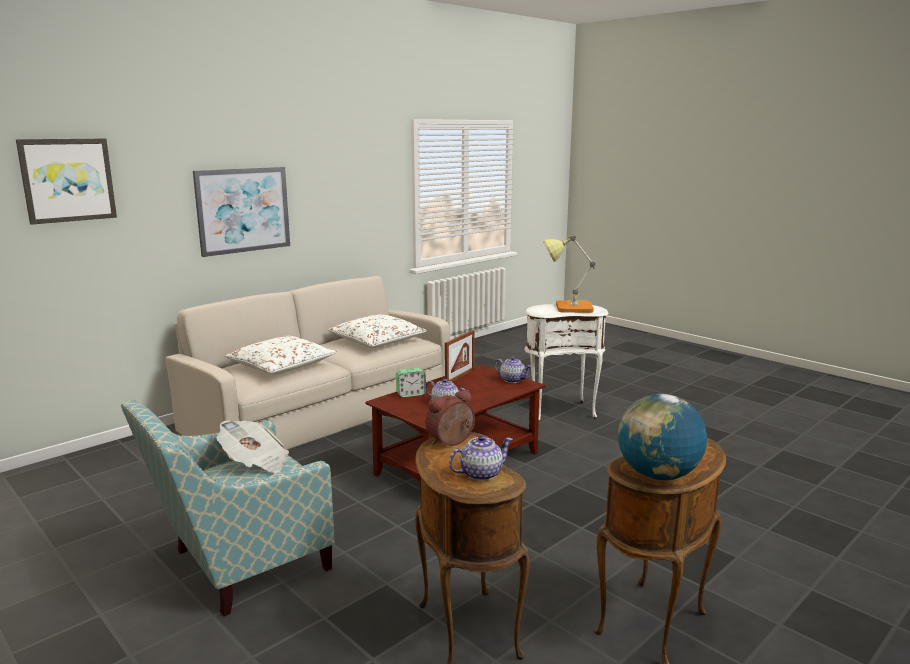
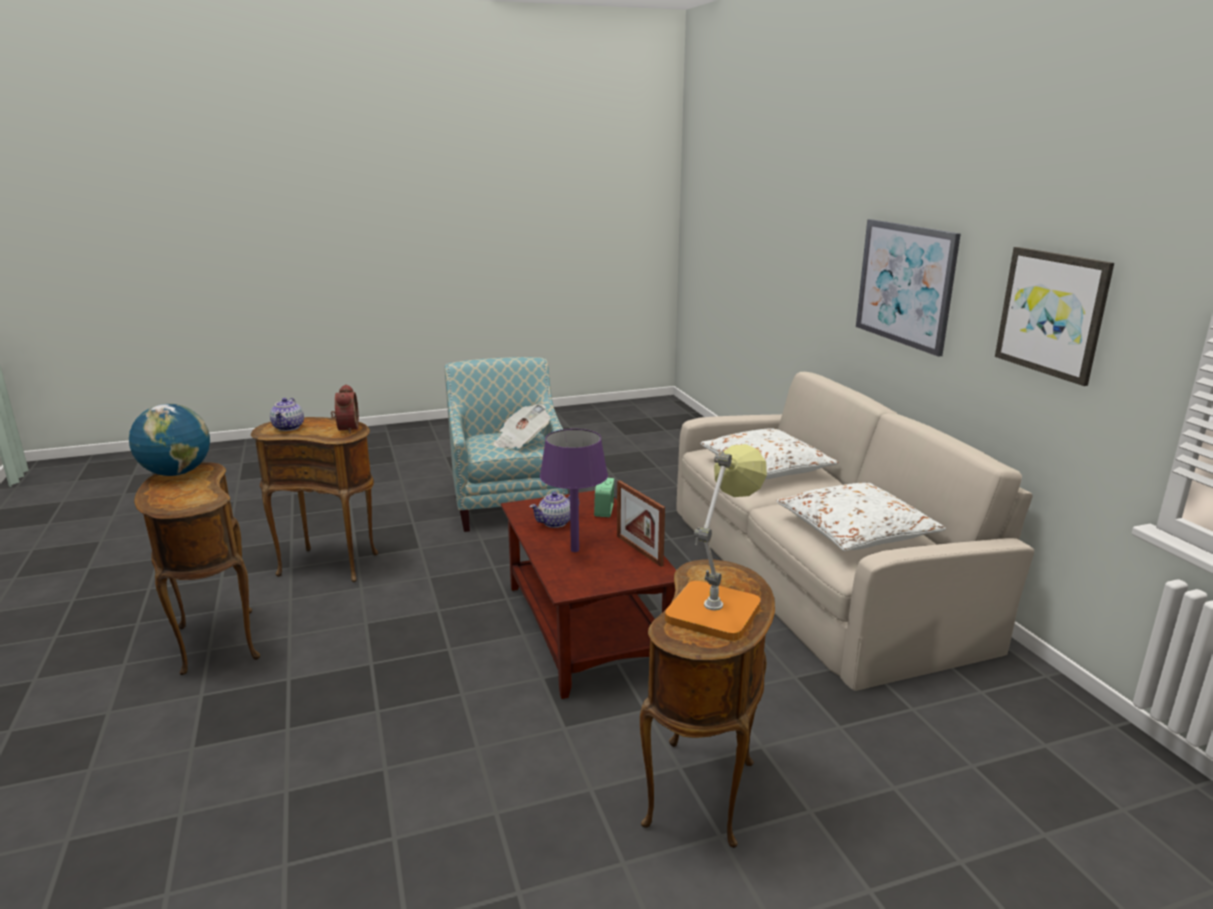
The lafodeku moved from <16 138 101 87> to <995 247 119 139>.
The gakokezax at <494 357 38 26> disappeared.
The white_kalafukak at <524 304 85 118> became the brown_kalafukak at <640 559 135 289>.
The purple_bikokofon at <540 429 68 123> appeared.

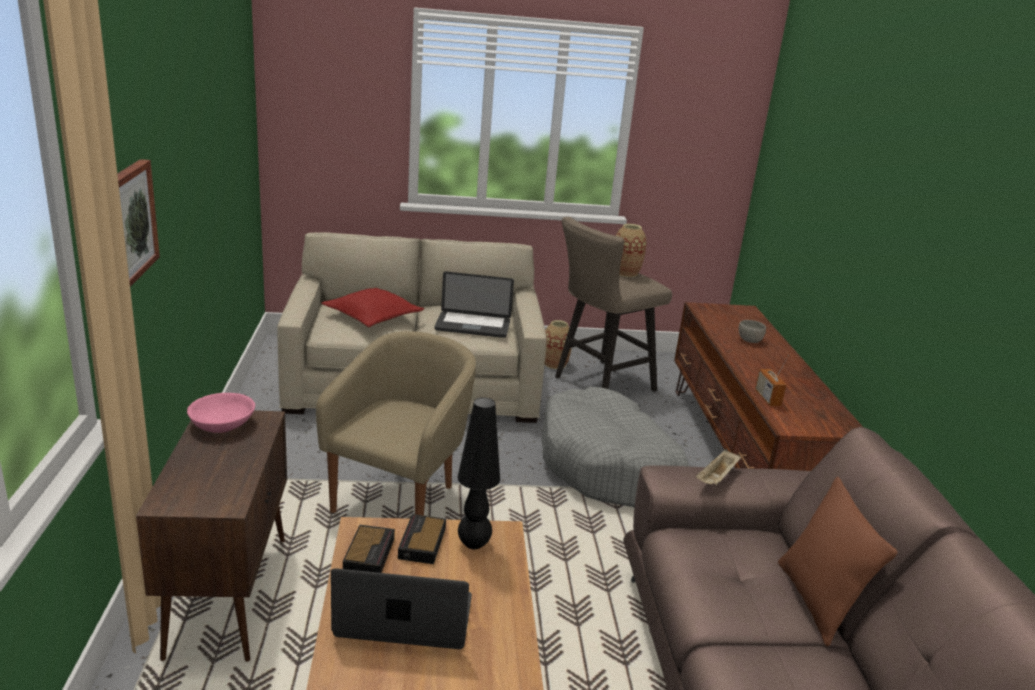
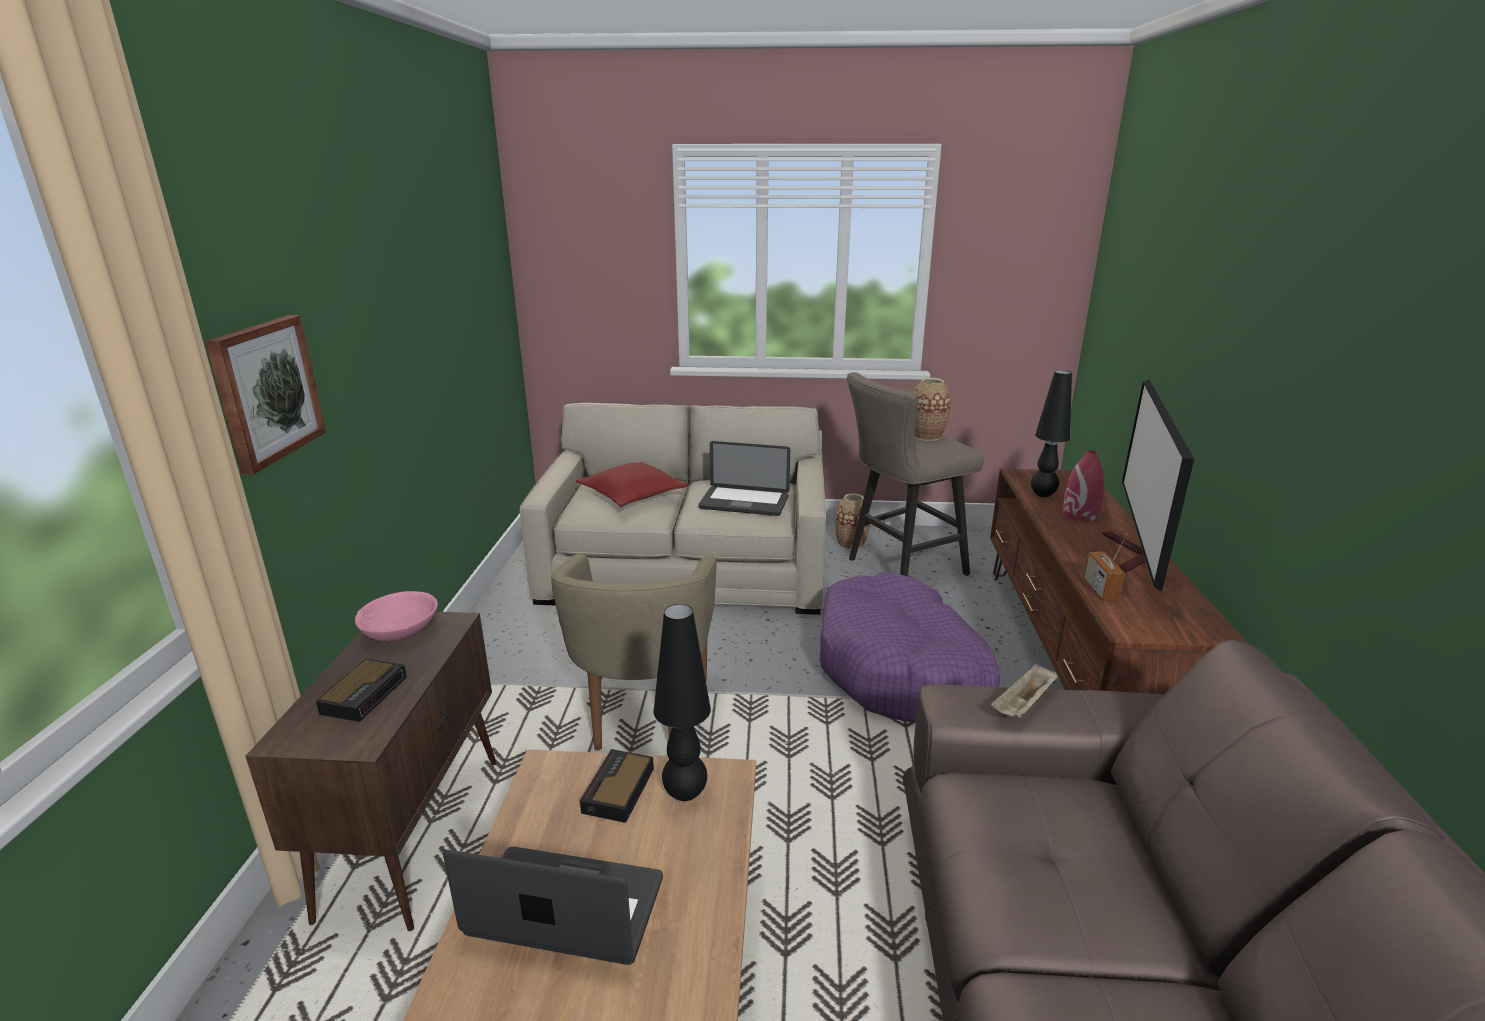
The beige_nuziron at <316 331 160 185> turned 150 degrees clockwise.
The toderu moved from <343 525 52 48> to <316 659 91 63>.
The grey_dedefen at <542 387 148 120> became the purple_dedefen at <819 572 181 151>.
The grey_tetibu at <739 320 27 23> was replaced by the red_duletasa at <1062 450 42 71>.
The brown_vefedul at <778 476 120 171> disappeared.
The black_bikokofon at <1031 370 41 127> appeared.
The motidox at <1103 379 91 213> appeared.

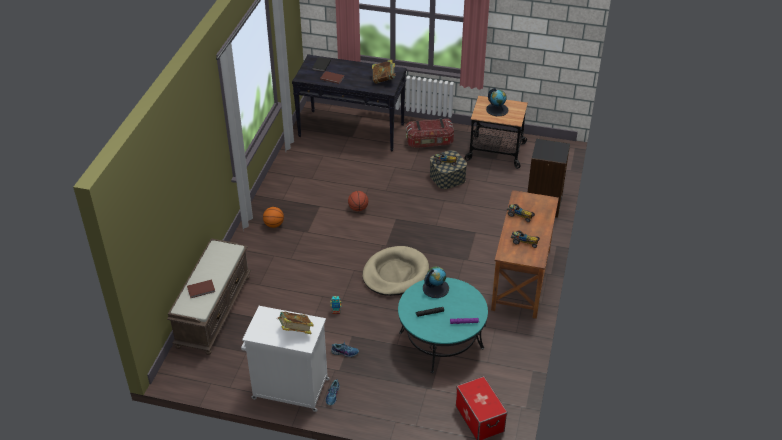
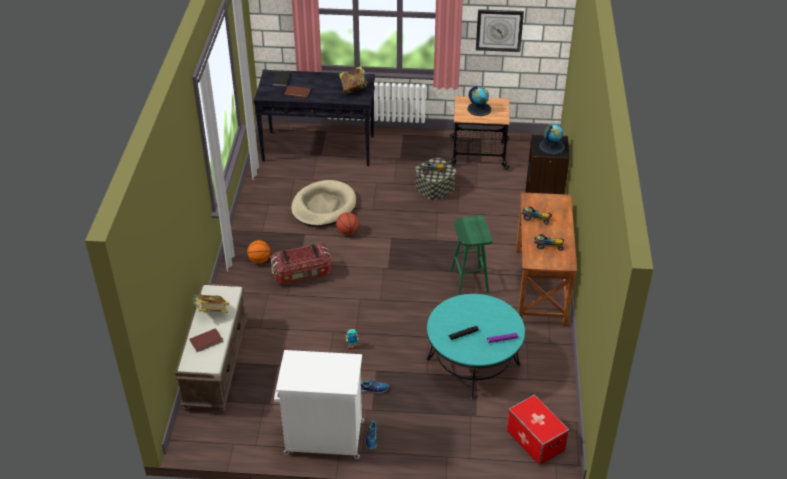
The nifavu moved from <277 312 37 22> to <192 294 37 19>.
The beige_dedefen moved from <362 246 67 50> to <291 180 65 47>.
The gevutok moved from <406 118 48 30> to <271 243 60 42>.
The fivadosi moved from <423 266 26 32> to <539 124 26 31>.
The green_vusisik at <450 215 43 80> appeared.
The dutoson at <476 9 48 43> appeared.

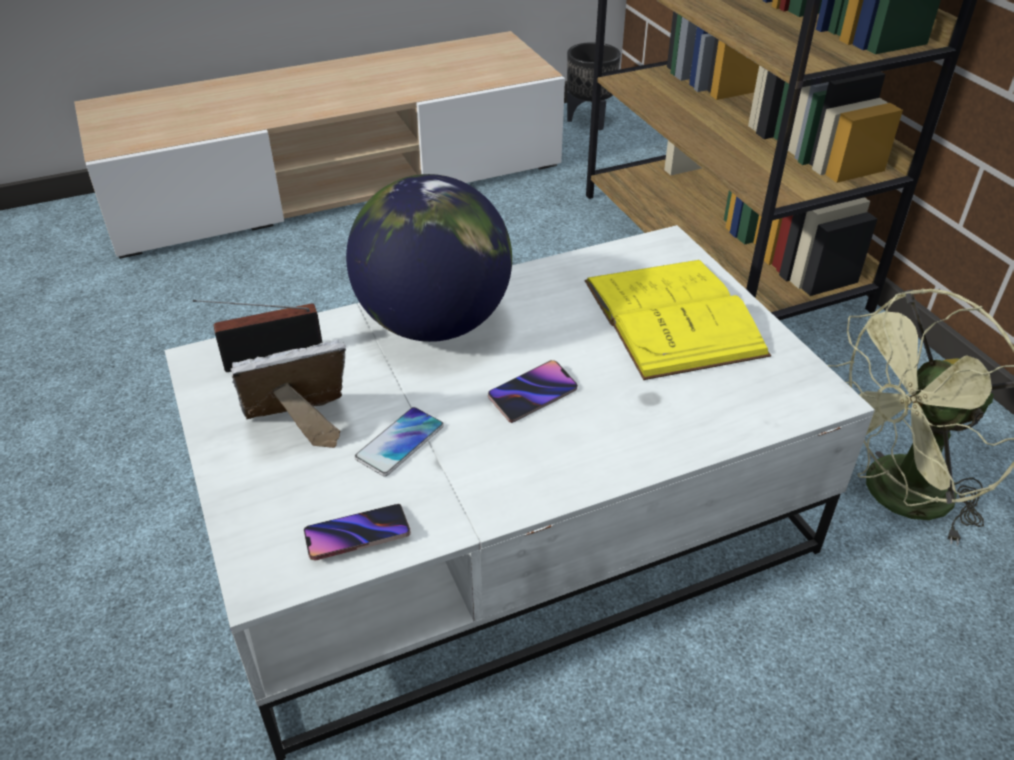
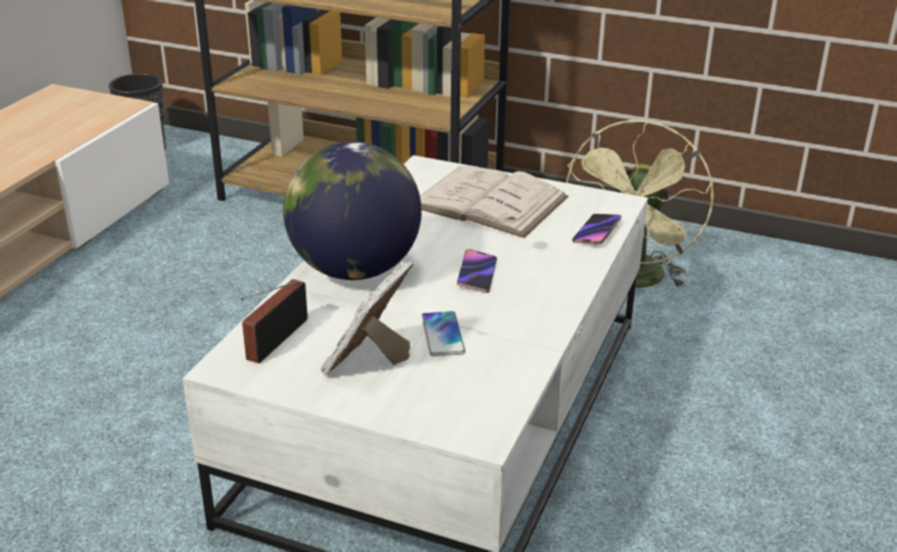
The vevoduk moved from <304 504 107 57> to <572 214 49 30>.
The yellow_nifavu at <585 260 186 120> became the white_nifavu at <420 166 148 72>.

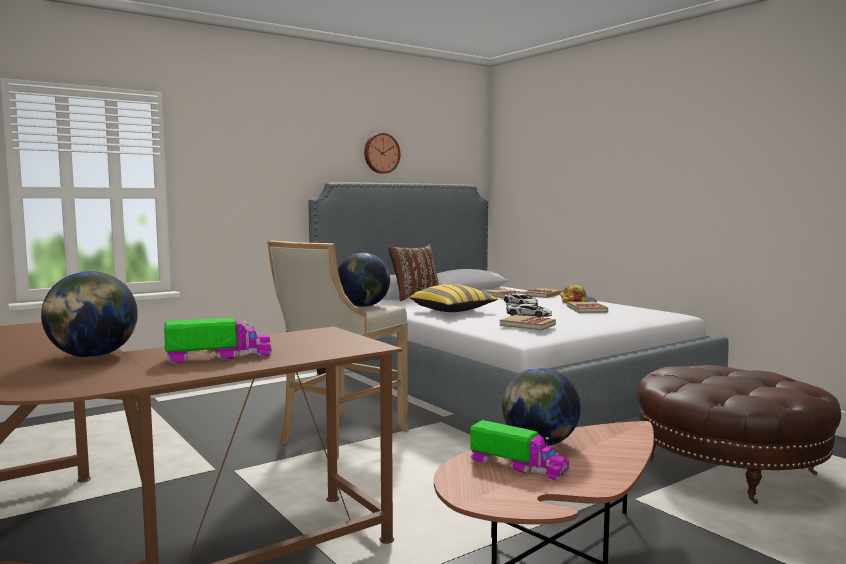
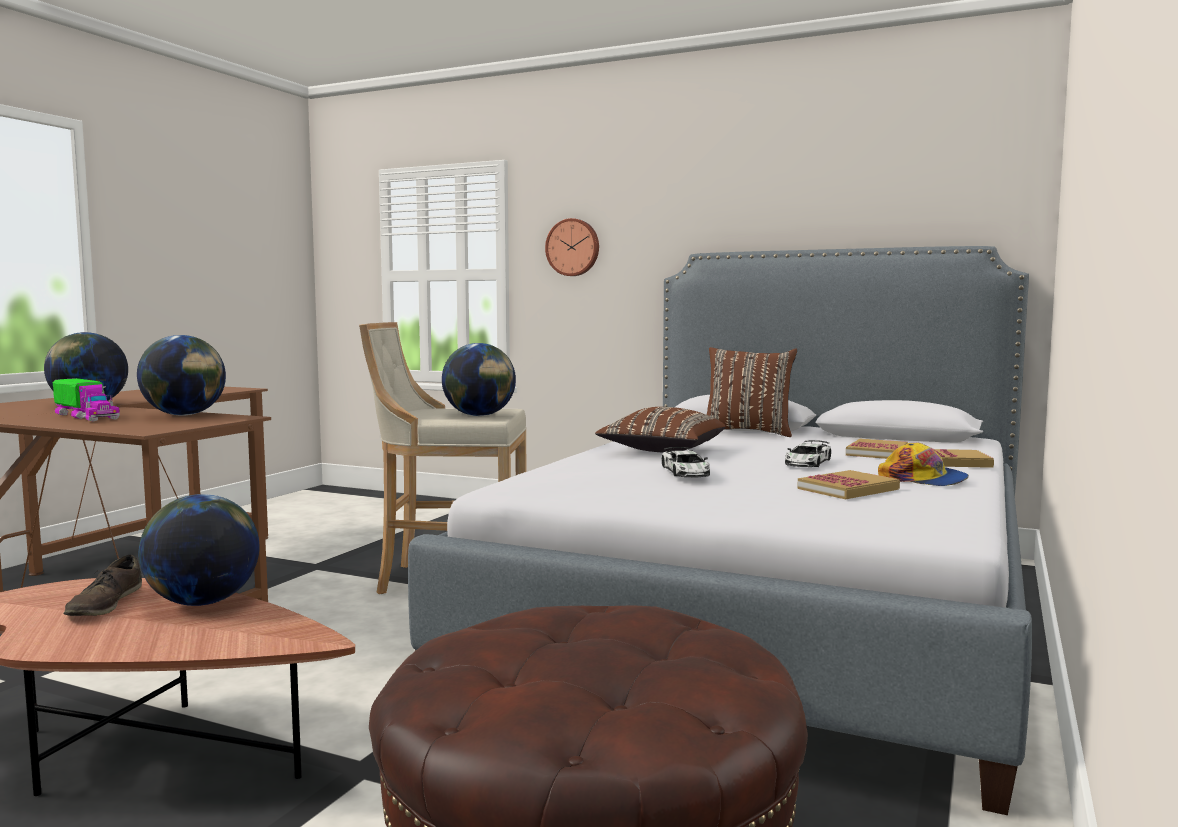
The dutoson moved from <364 133 37 41> to <545 218 54 58>.
The yellow_vefedul at <410 284 88 28> became the brown_vefedul at <595 407 130 45>.
The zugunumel at <470 420 100 61> was replaced by the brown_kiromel at <64 555 78 61>.
The nifavu at <500 315 56 15> disappeared.
The fivadosi at <137 335 89 81> appeared.

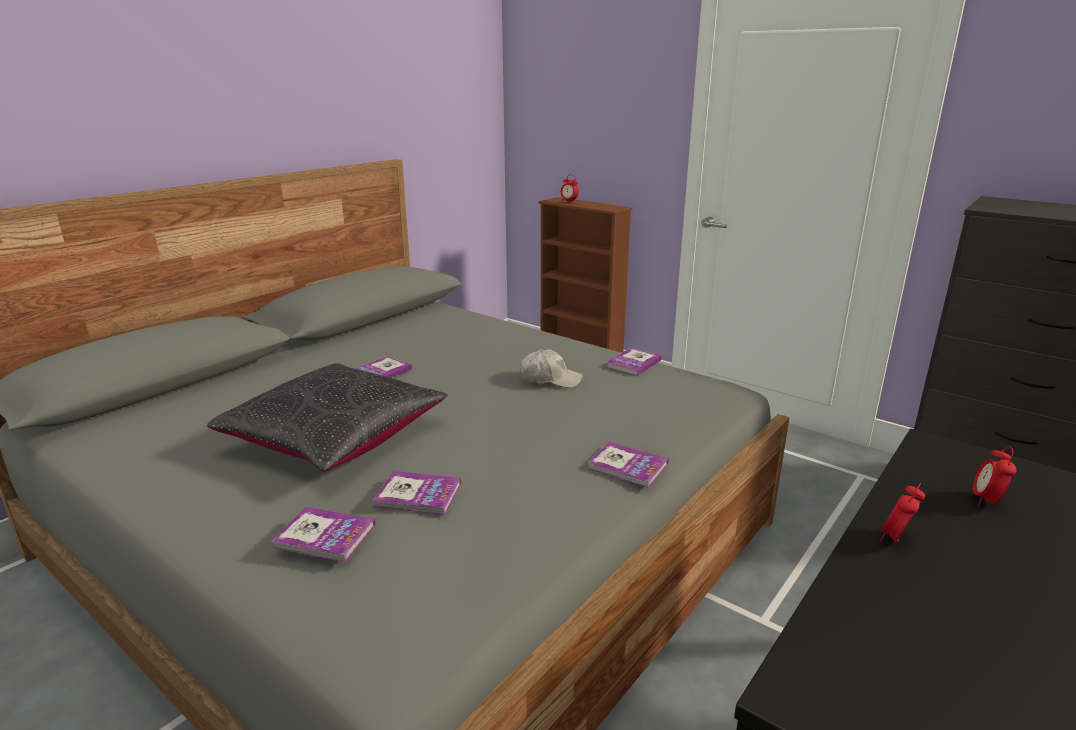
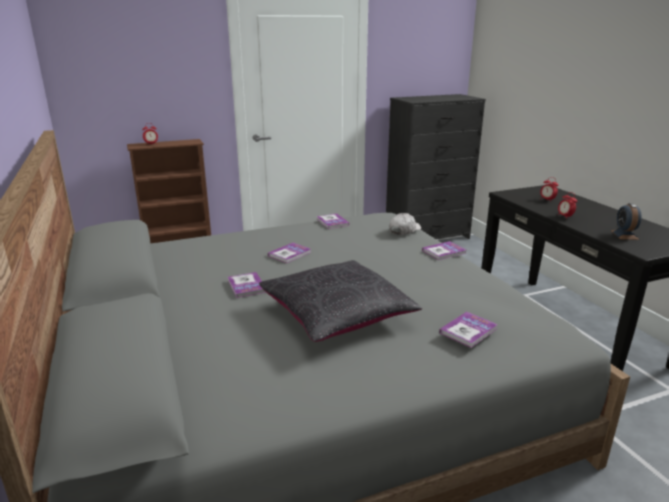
The nifavu moved from <372 471 89 44> to <268 243 43 20>.
The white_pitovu moved from <521 349 62 39> to <389 213 32 22>.
The toderu at <611 203 31 37> appeared.

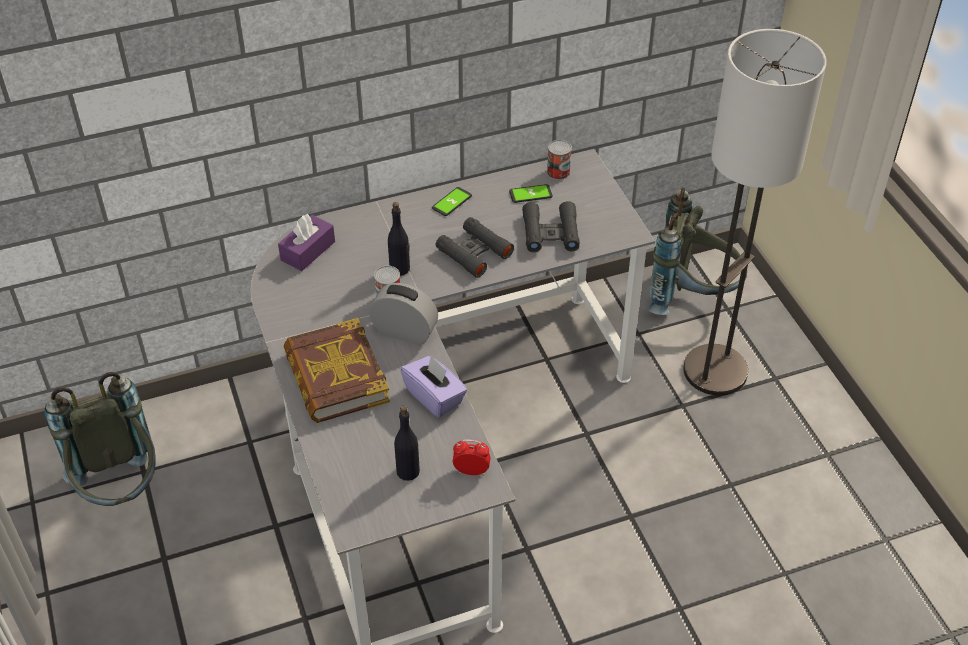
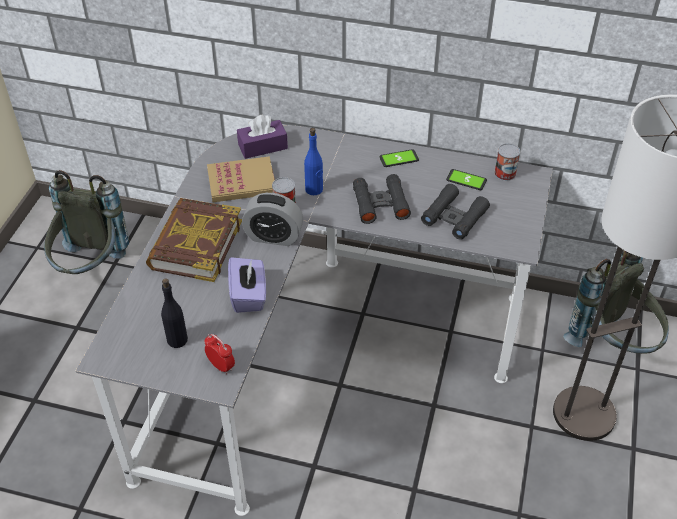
The toderu at <369 283 69 62> turned 135 degrees clockwise.
The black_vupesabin at <388 202 22 74> became the blue_vupesabin at <304 128 19 67>.
The nifavu at <207 156 68 46> appeared.

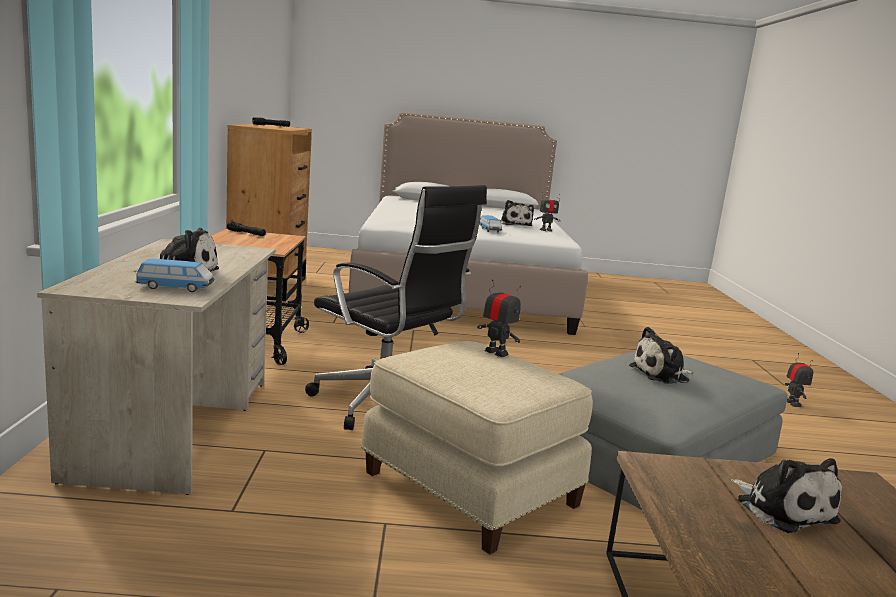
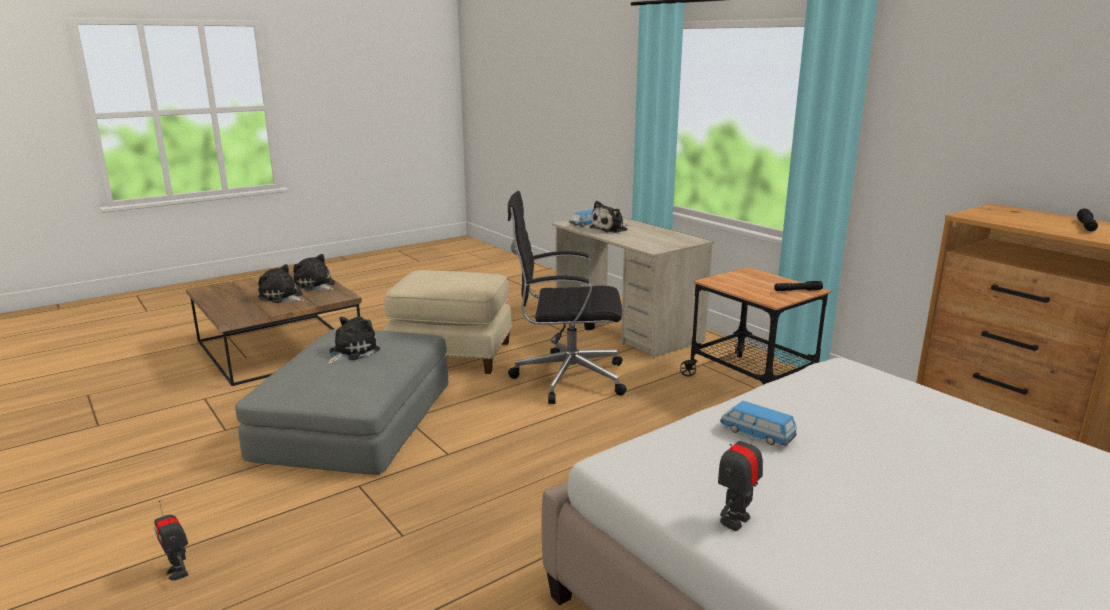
The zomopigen at <477 279 44 78> disappeared.
The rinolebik moved from <500 200 34 26> to <293 254 42 37>.

